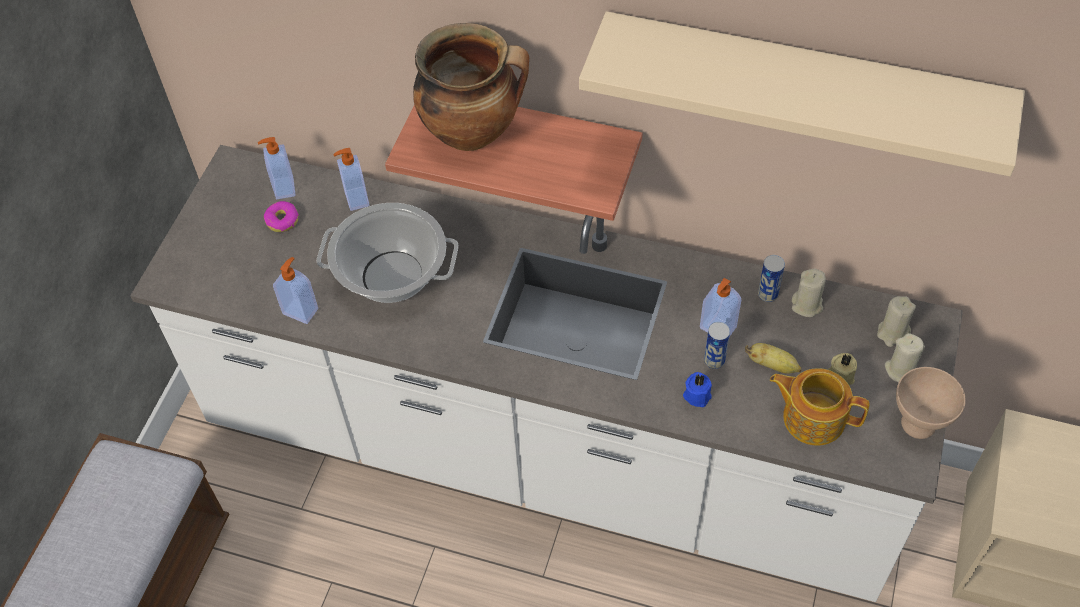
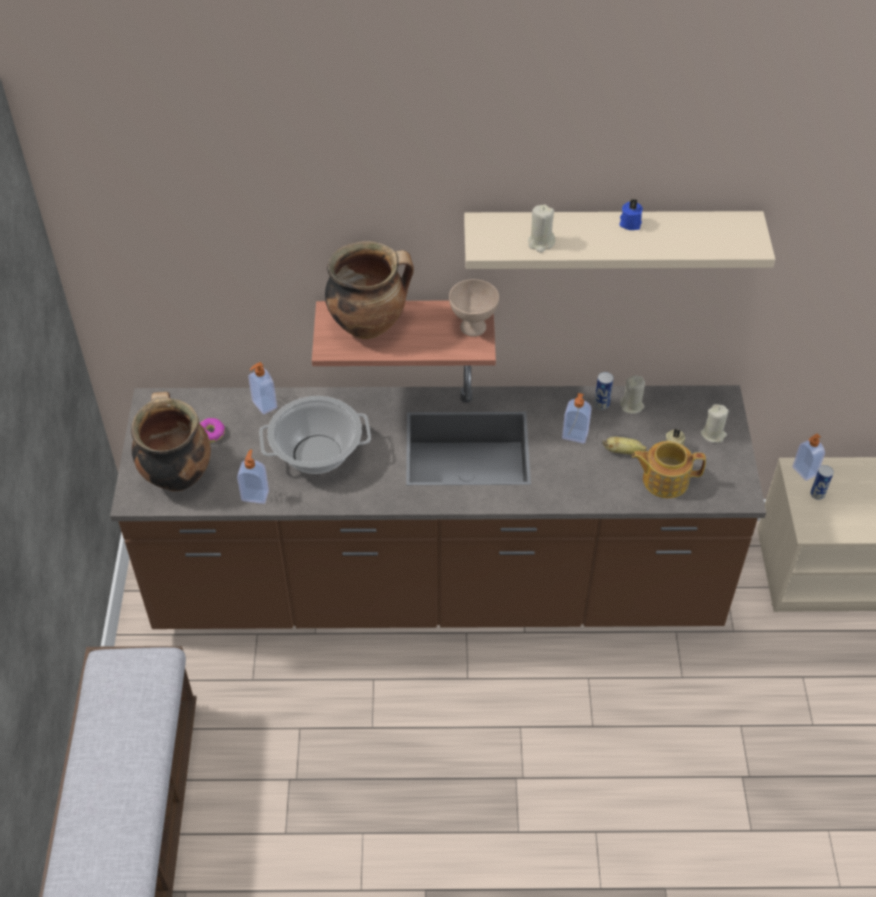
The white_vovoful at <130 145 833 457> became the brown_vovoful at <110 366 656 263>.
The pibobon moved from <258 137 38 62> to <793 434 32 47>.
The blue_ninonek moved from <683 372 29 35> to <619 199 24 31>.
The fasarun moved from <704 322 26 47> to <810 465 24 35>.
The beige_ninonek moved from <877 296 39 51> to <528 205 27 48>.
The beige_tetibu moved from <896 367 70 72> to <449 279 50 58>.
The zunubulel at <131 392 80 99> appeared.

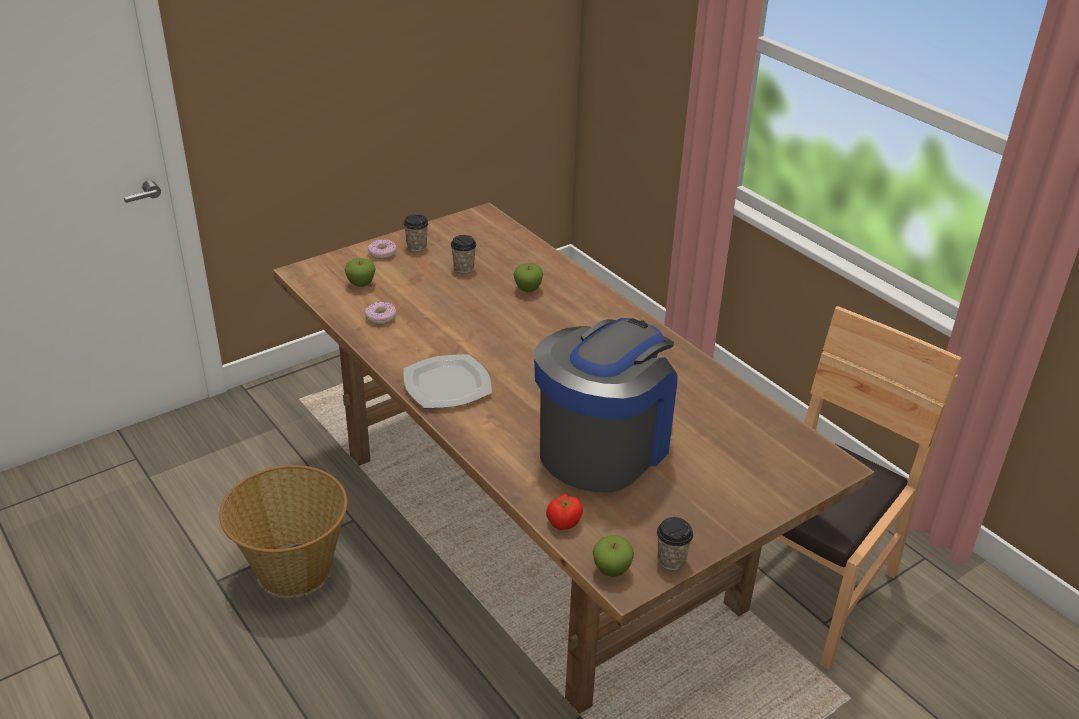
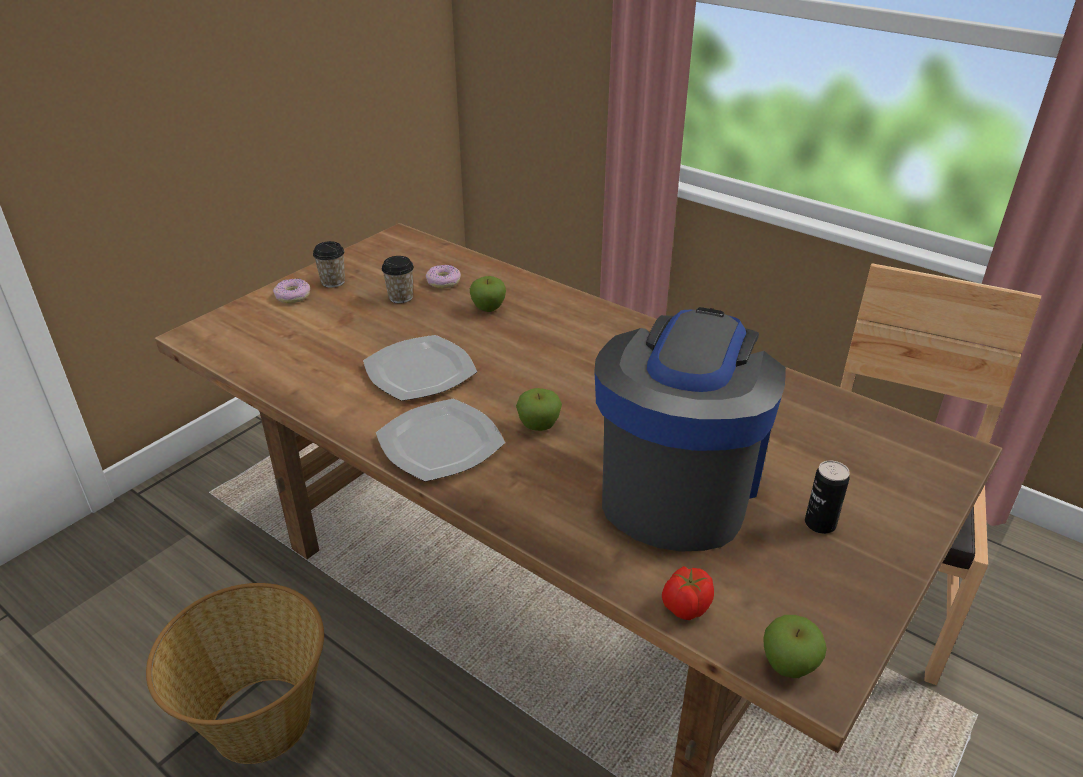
The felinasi moved from <345 258 31 29> to <516 388 46 43>.
The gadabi moved from <365 302 32 23> to <426 265 35 23>.
The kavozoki at <657 517 36 53> disappeared.
The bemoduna at <363 335 114 66> appeared.
The fasarun at <805 460 45 74> appeared.

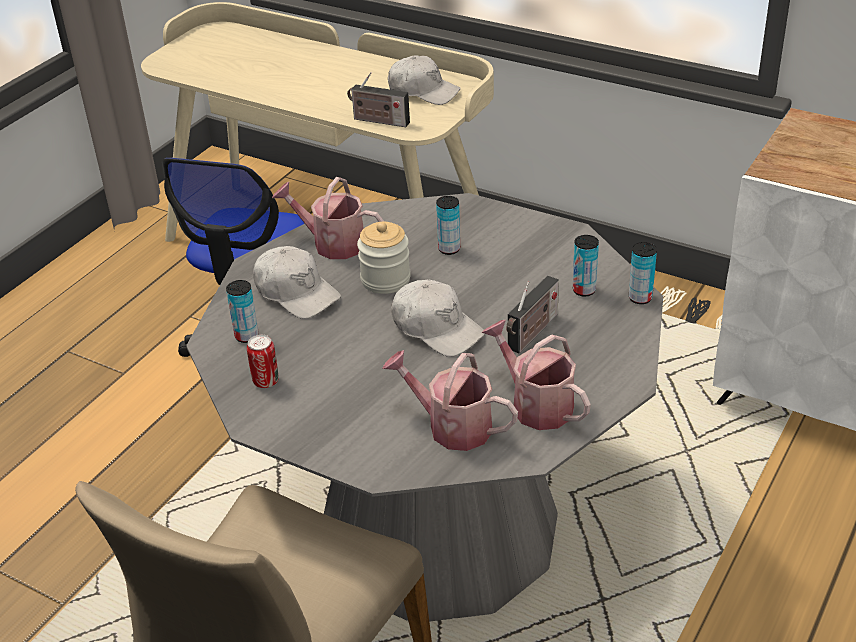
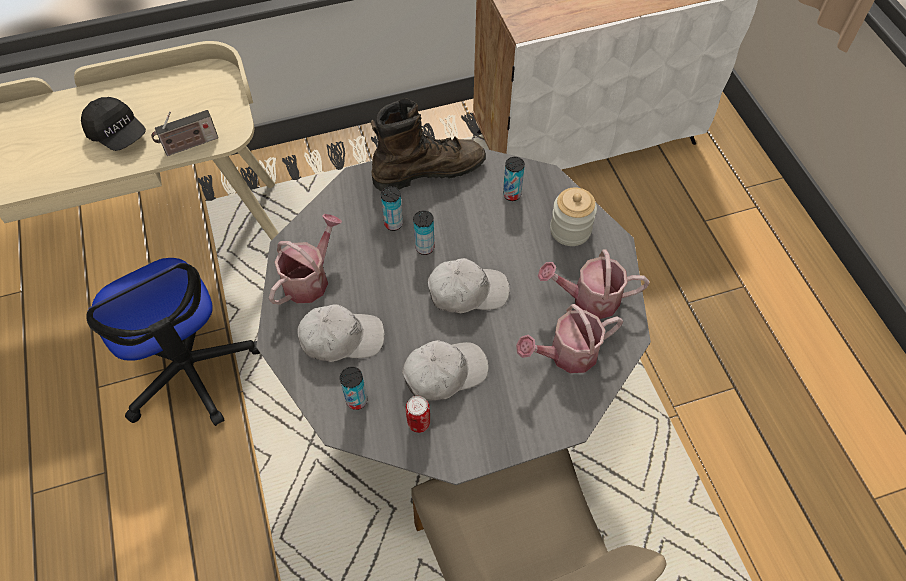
The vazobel at <272 177 113 82> turned 150 degrees clockwise.
The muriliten moved from <357 222 54 72> to <550 187 47 59>.
The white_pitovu moved from <388 55 73 50> to <402 340 87 61>.
The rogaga at <506 275 53 78> disappeared.
The fasarun moved from <629 242 28 62> to <413 211 21 44>.
The black_pitovu at <81 97 65 54> appeared.
The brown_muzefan at <371 98 115 93> appeared.

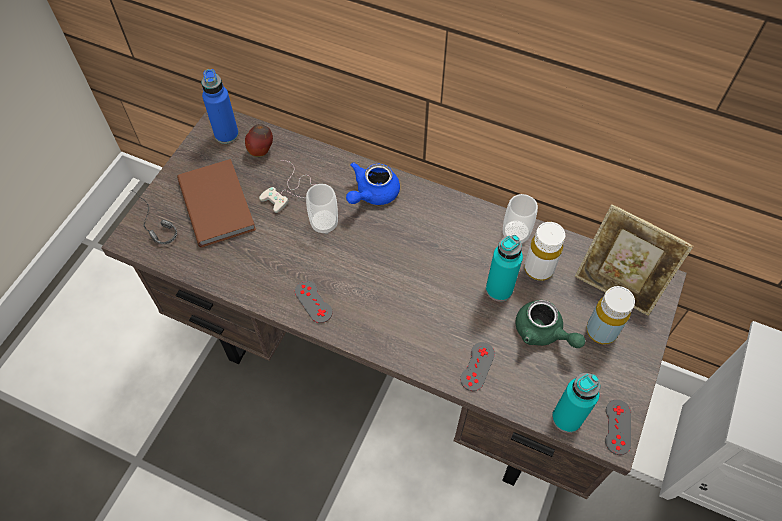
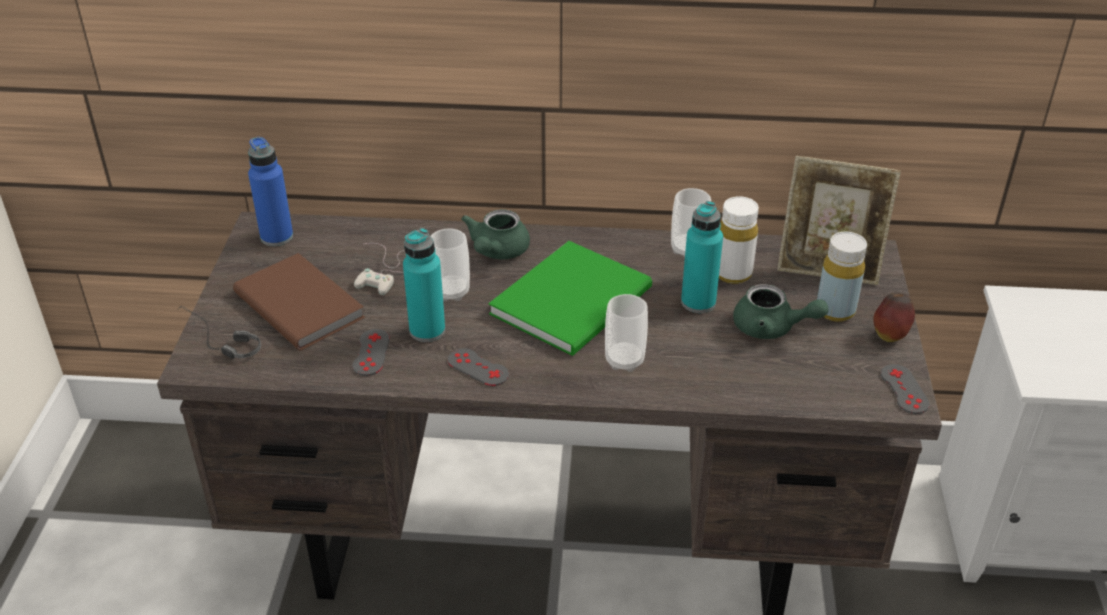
The felinasi moved from <245 124 28 32> to <873 293 42 49>.
The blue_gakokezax at <346 162 54 43> became the green_gakokezax at <461 209 69 50>.
The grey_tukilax moved from <460 342 35 49> to <352 329 38 47>.
The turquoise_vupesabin moved from <552 373 48 60> to <403 228 42 114>.
The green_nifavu at <489 241 163 115> appeared.
The kavozoki at <605 294 43 78> appeared.

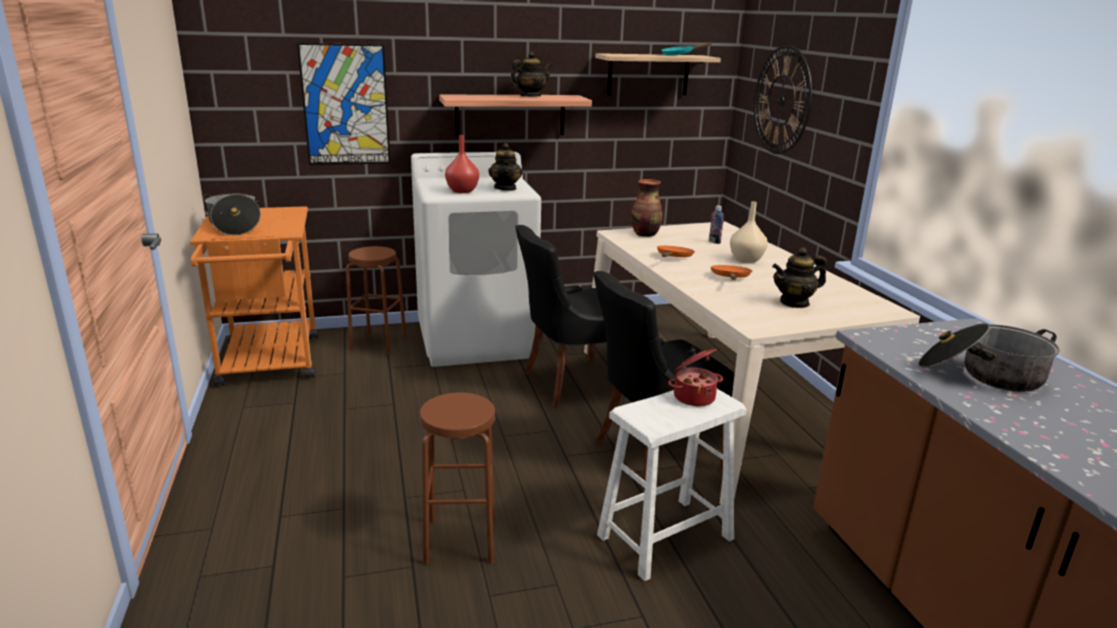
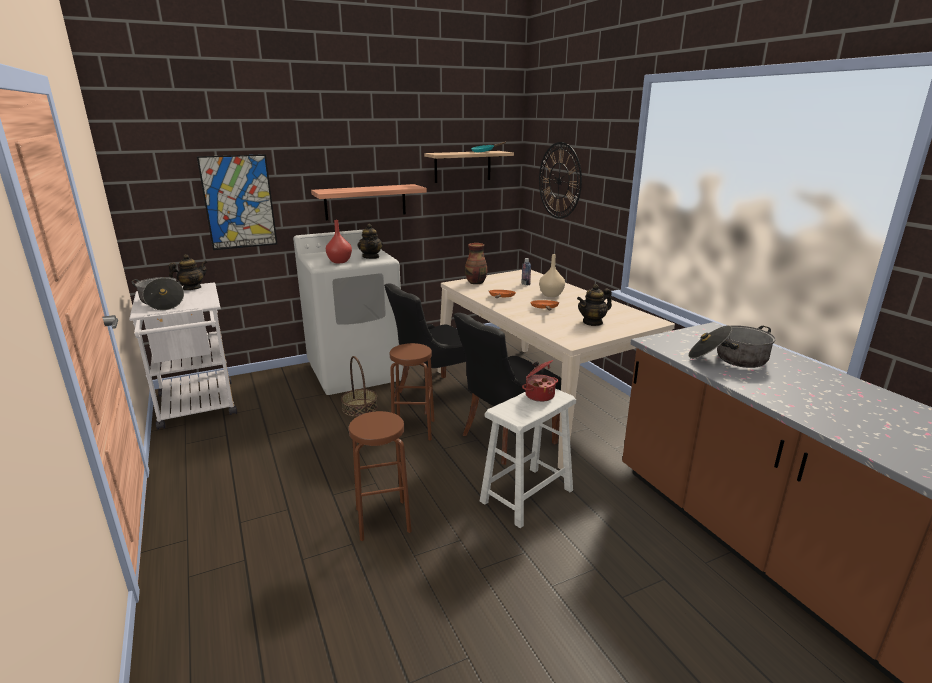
The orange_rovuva at <190 206 128 180> became the white_rovuva at <129 283 108 147>.
The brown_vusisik moved from <346 246 61 109> to <389 343 46 98>.
The gakokezax moved from <510 51 42 45> to <169 254 39 36>.
The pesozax at <341 356 37 61> appeared.

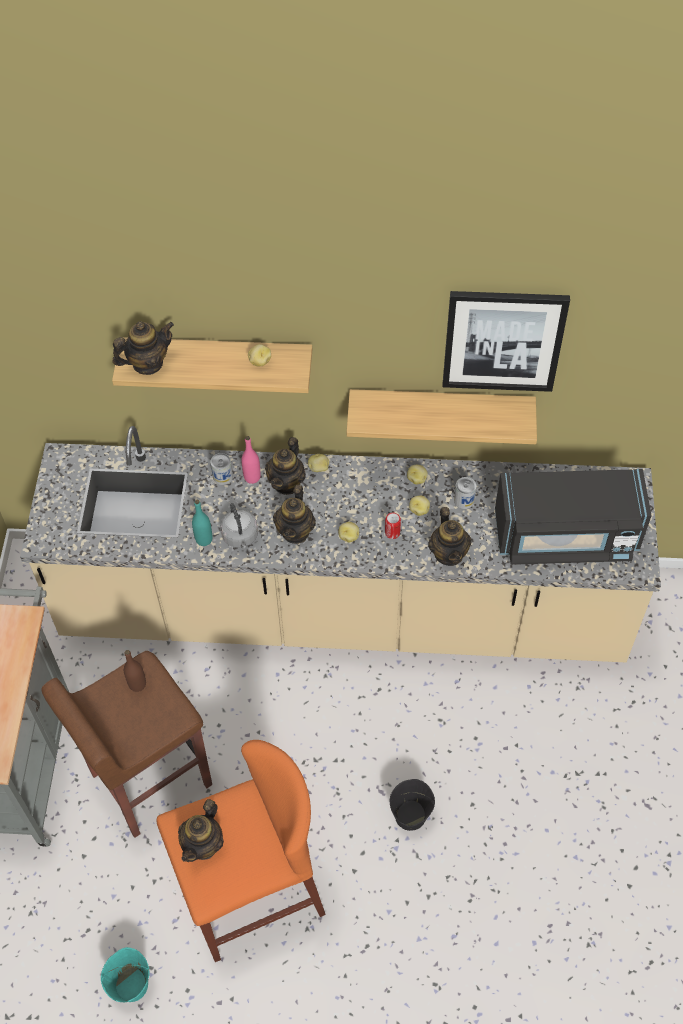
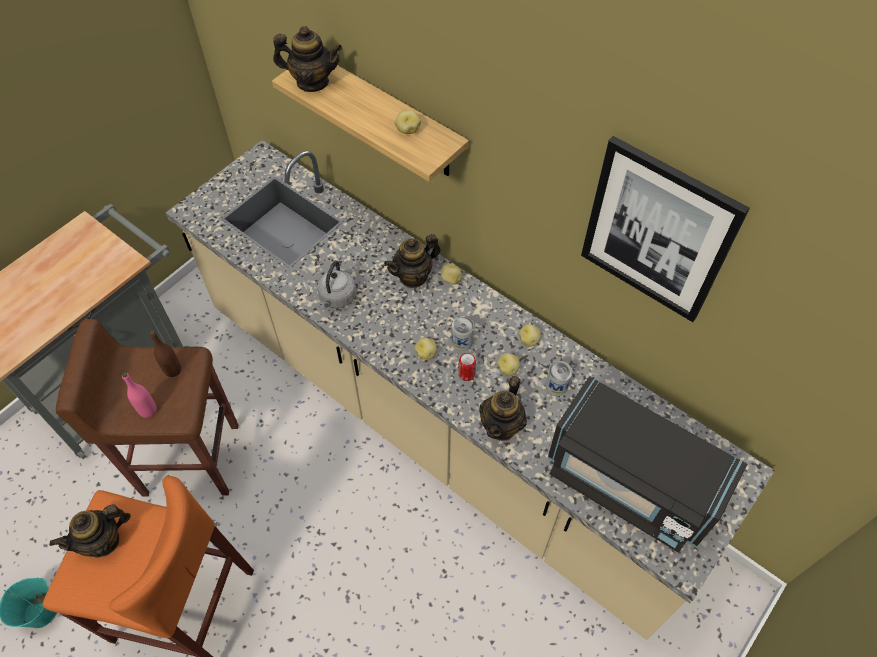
The turquoise_vupesabin at <192 500 21 46> disappeared.
The fasarun moved from <210 453 23 32> to <451 317 23 34>.
The pink_vupesabin moved from <241 436 20 48> to <122 372 35 46>.
The gakokezax at <273 485 43 59> disappeared.
The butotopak at <347 389 190 55> disappeared.
The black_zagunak at <389 779 46 52> disappeared.

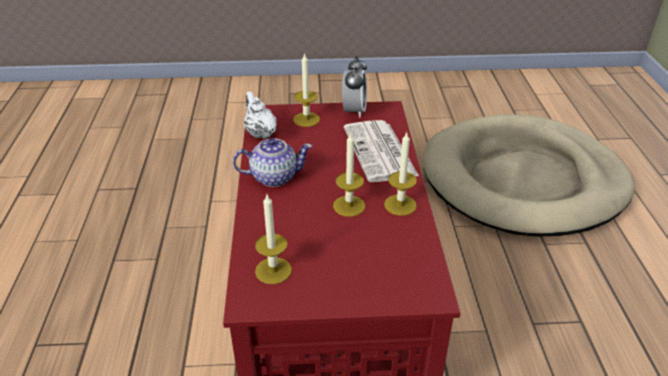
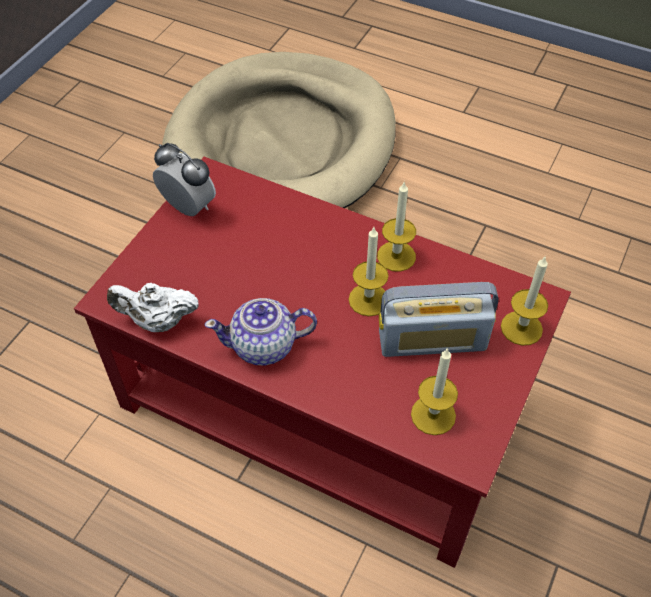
The gakokezax at <233 138 79 49> turned 120 degrees counterclockwise.
The ninonek moved from <293 53 27 74> to <501 257 47 89>.
The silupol at <344 120 75 62> disappeared.
The rogaga at <379 282 119 75> appeared.

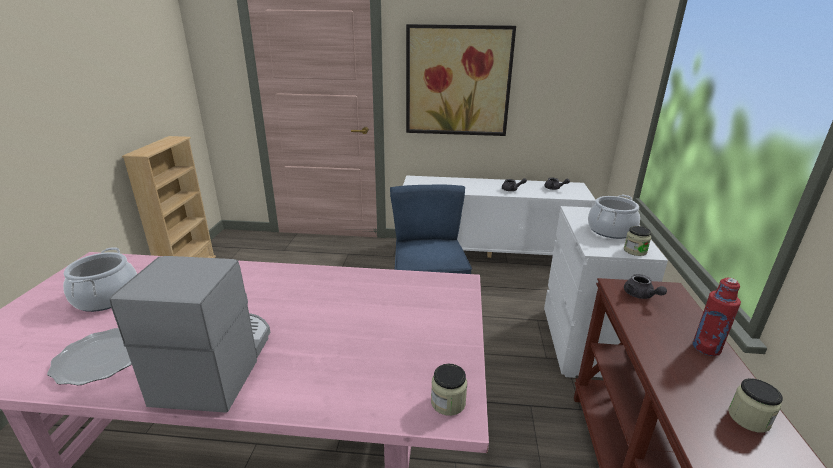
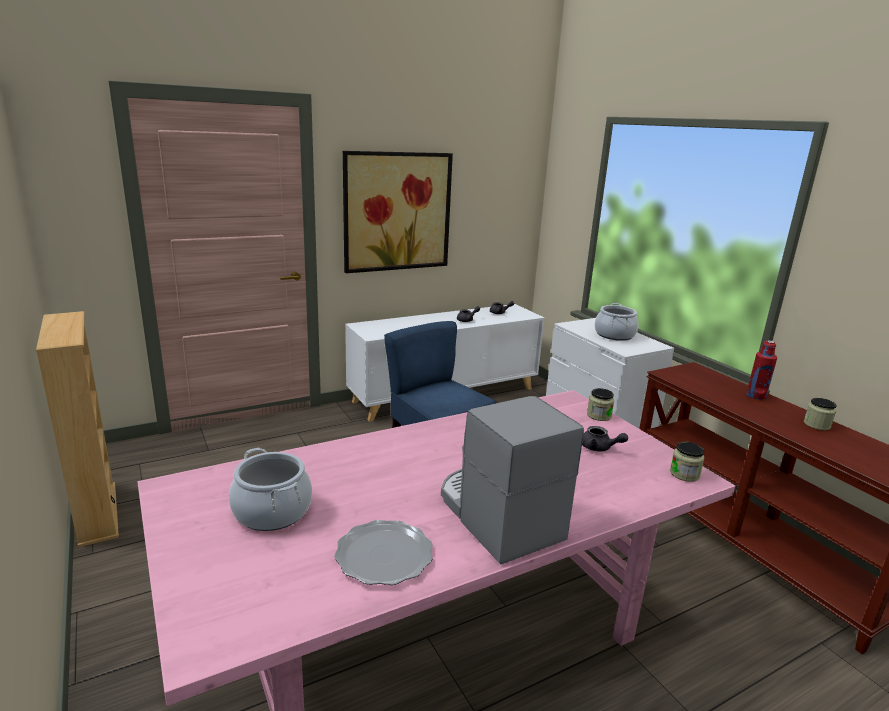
The muriliten moved from <624 226 27 30> to <587 388 27 33>.
The grey_gakokezax moved from <624 274 43 25> to <582 426 46 26>.

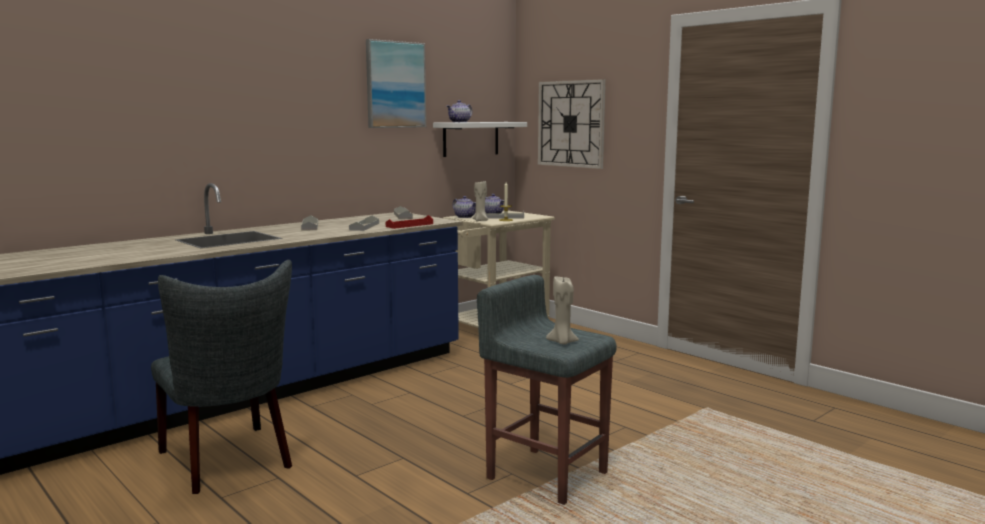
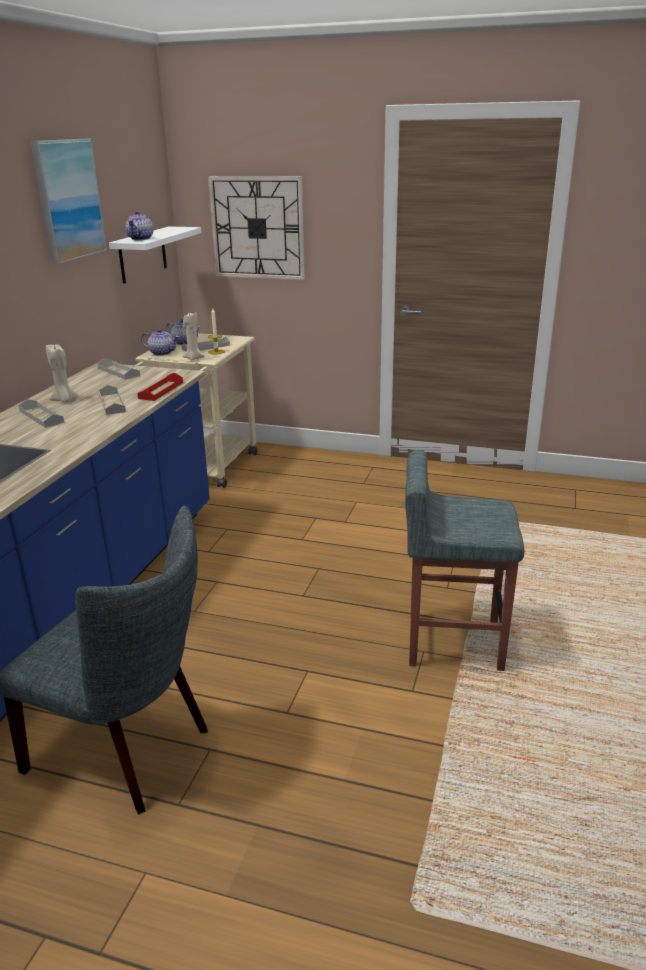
The beige_ninonek moved from <546 276 33 69> to <46 344 32 58>.

